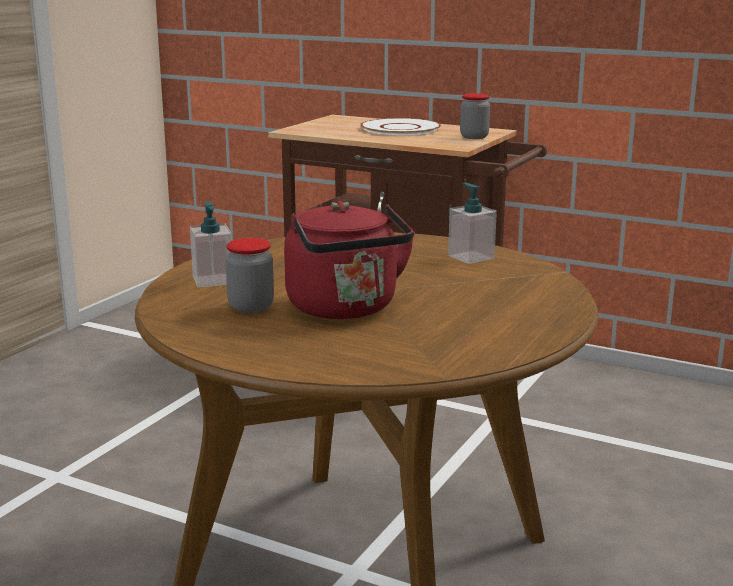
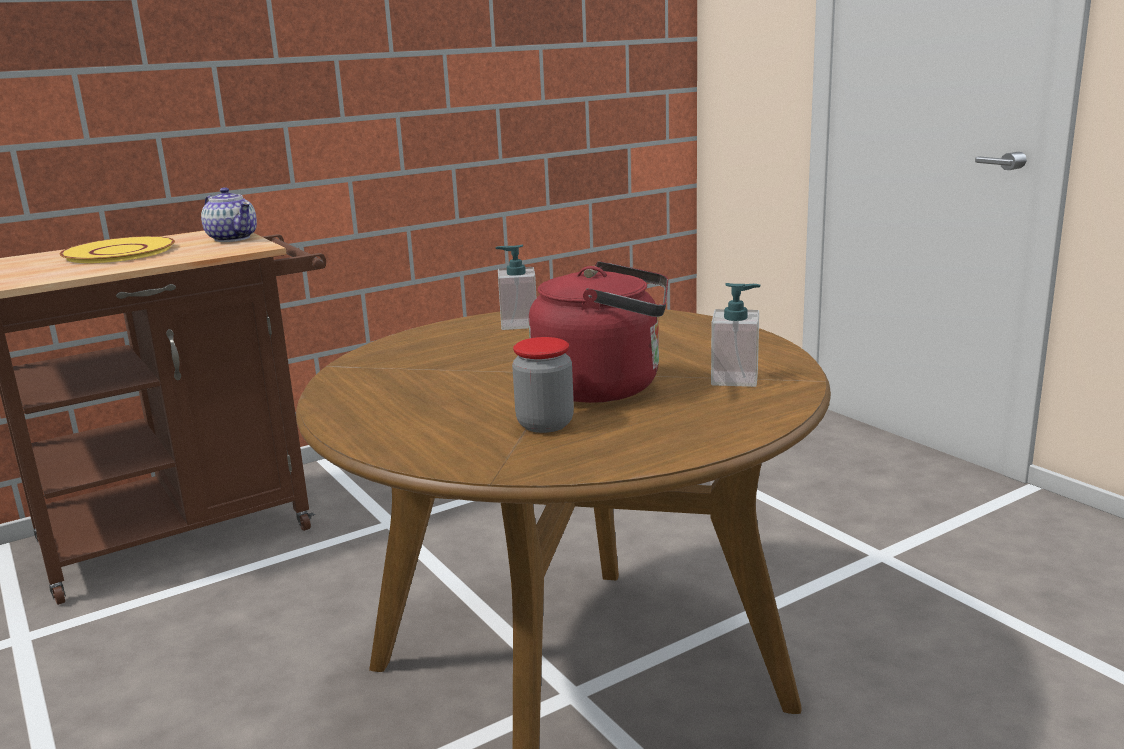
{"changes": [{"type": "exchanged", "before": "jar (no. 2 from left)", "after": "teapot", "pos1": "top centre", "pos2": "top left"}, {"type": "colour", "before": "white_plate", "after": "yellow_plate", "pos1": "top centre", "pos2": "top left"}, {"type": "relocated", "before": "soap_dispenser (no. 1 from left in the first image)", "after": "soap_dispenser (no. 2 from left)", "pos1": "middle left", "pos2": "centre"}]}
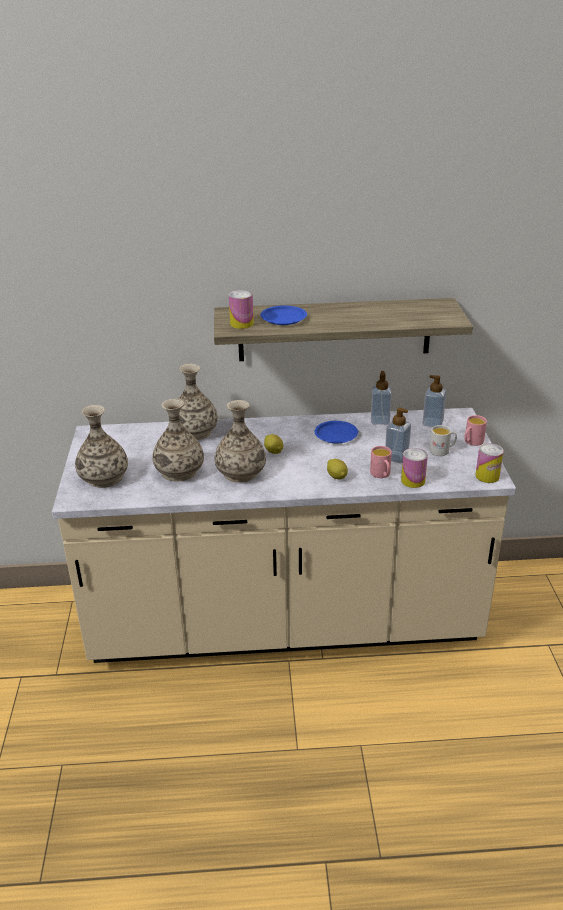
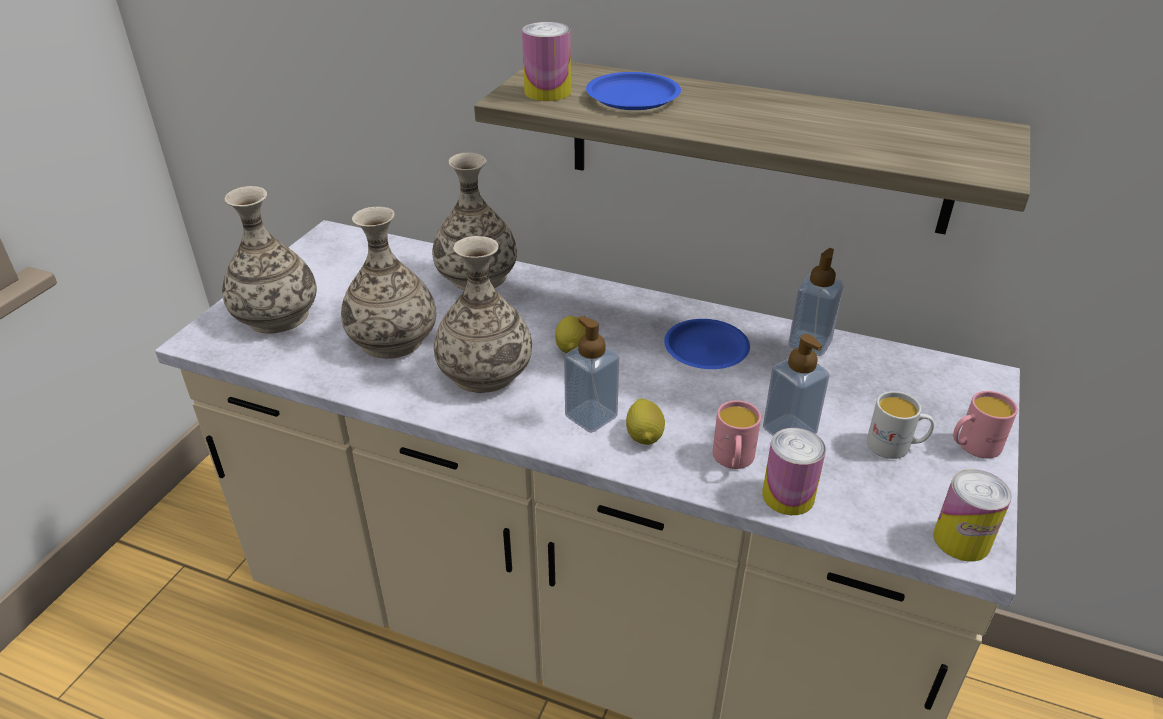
{"changes": [{"type": "relocated", "before": "soap_dispenser (no. 3 from left in the first image)", "after": "soap_dispenser (no. 1 from left)", "pos1": "middle right", "pos2": "centre"}]}
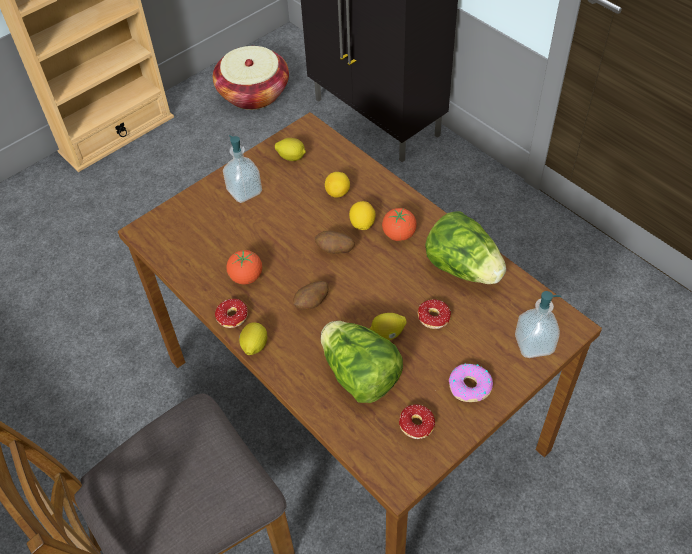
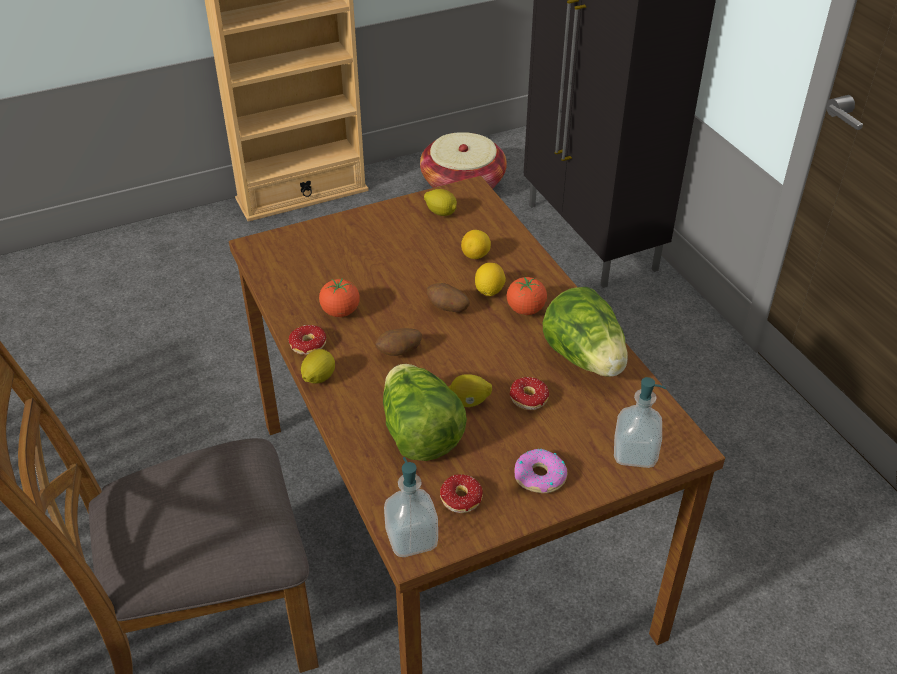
{"changes": [{"type": "relocated", "before": "soap_dispenser (no. 1 from left)", "pos1": "top centre", "pos2": "bottom centre"}]}
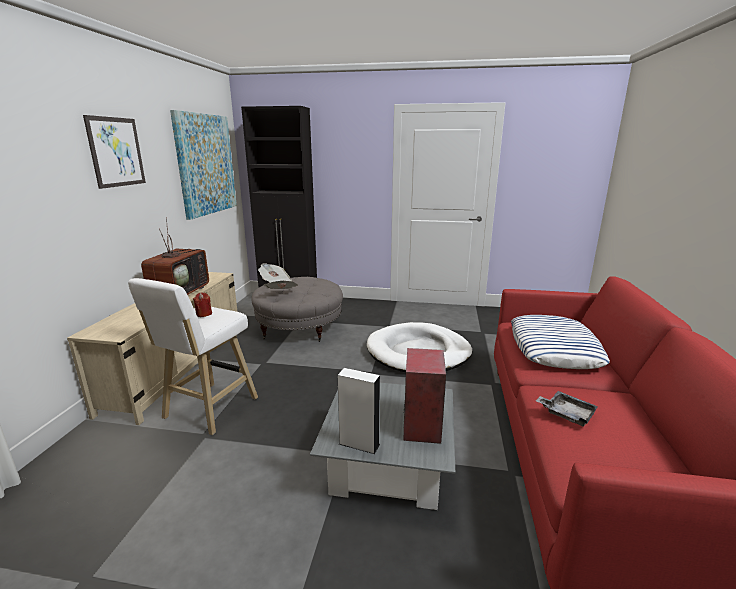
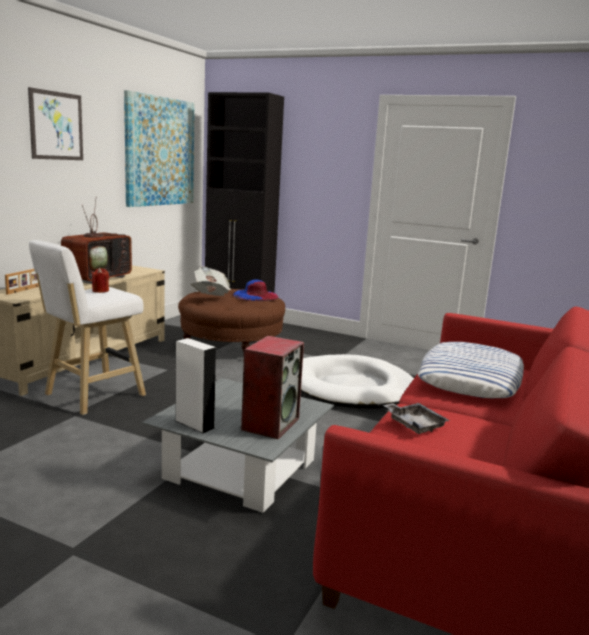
{"changes": [{"type": "colour", "before": "grey_ottoman", "after": "brown_ottoman", "pos1": "centre", "pos2": "centre"}, {"type": "appeared", "after": "picture_frame", "pos2": "middle left"}, {"type": "appeared", "after": "blue_hat", "pos2": "centre"}]}
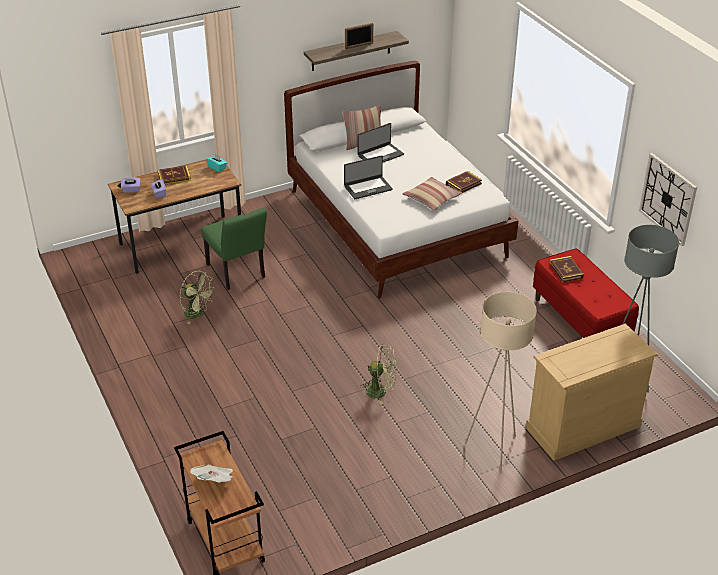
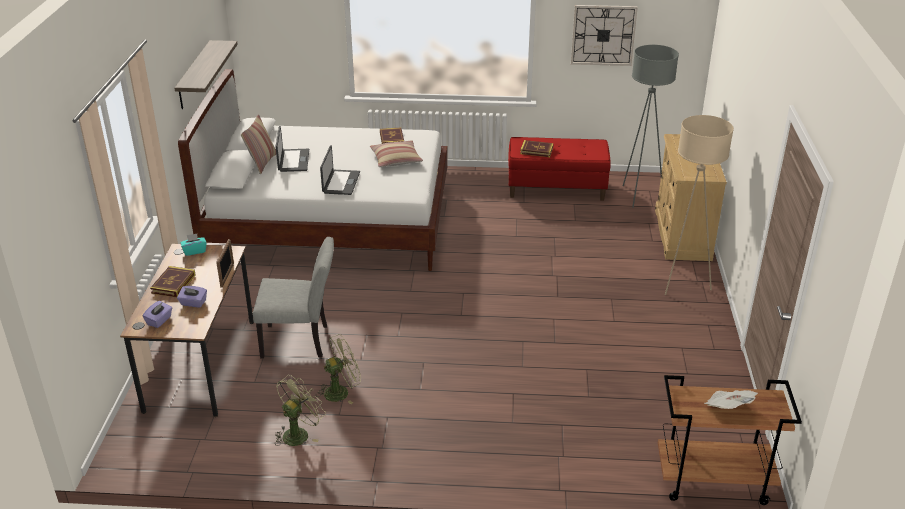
{"changes": [{"type": "relocated", "before": "picture_frame", "pos1": "top centre", "pos2": "middle left"}, {"type": "colour", "before": "green_chair", "after": "grey_chair", "pos1": "middle left", "pos2": "middle left"}, {"type": "relocated", "before": "green_fan (no. 2 from left in the first image)", "after": "green_fan (no. 1 from left)", "pos1": "centre", "pos2": "bottom left"}]}
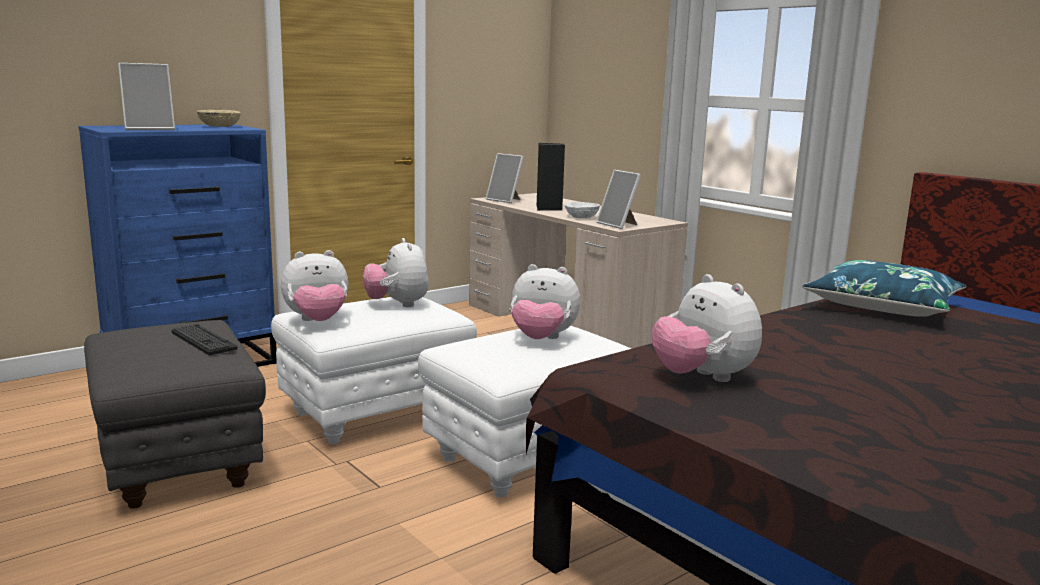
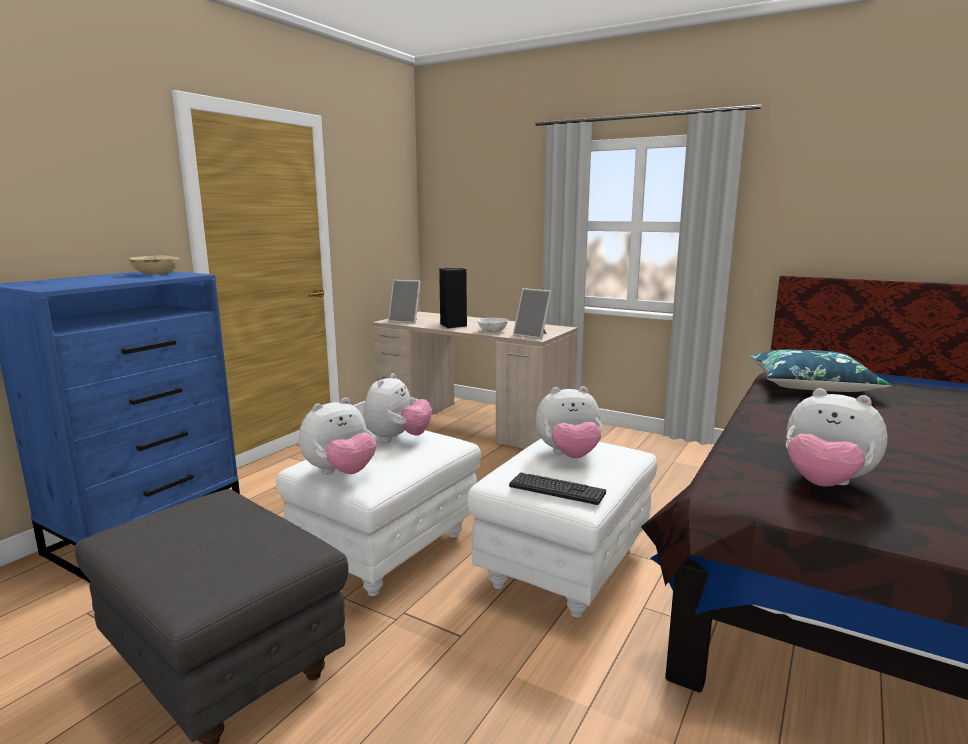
{"changes": [{"type": "missing", "before": "picture_frame (no. 1 from left)", "pos1": "top left"}, {"type": "spun", "before": "plush_toy (no. 2 from left)", "pos1": "centre", "pos2": "centre", "turn": -120}, {"type": "relocated", "before": "keyboard", "pos1": "middle left", "pos2": "centre"}]}
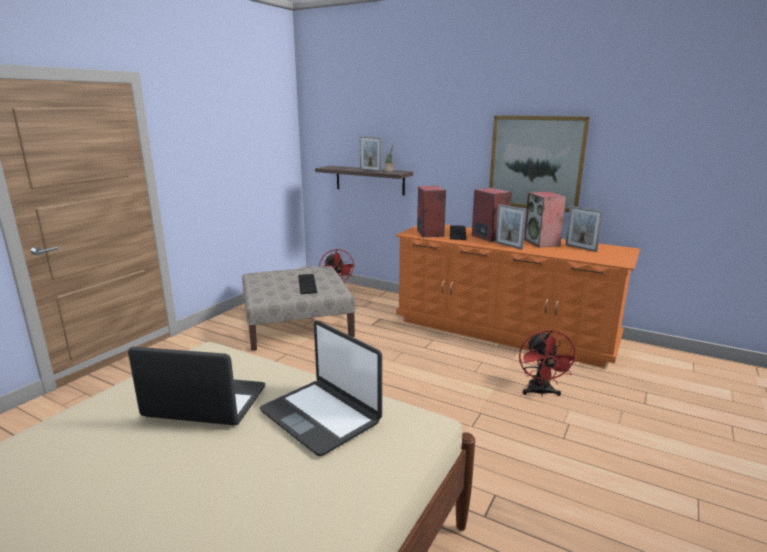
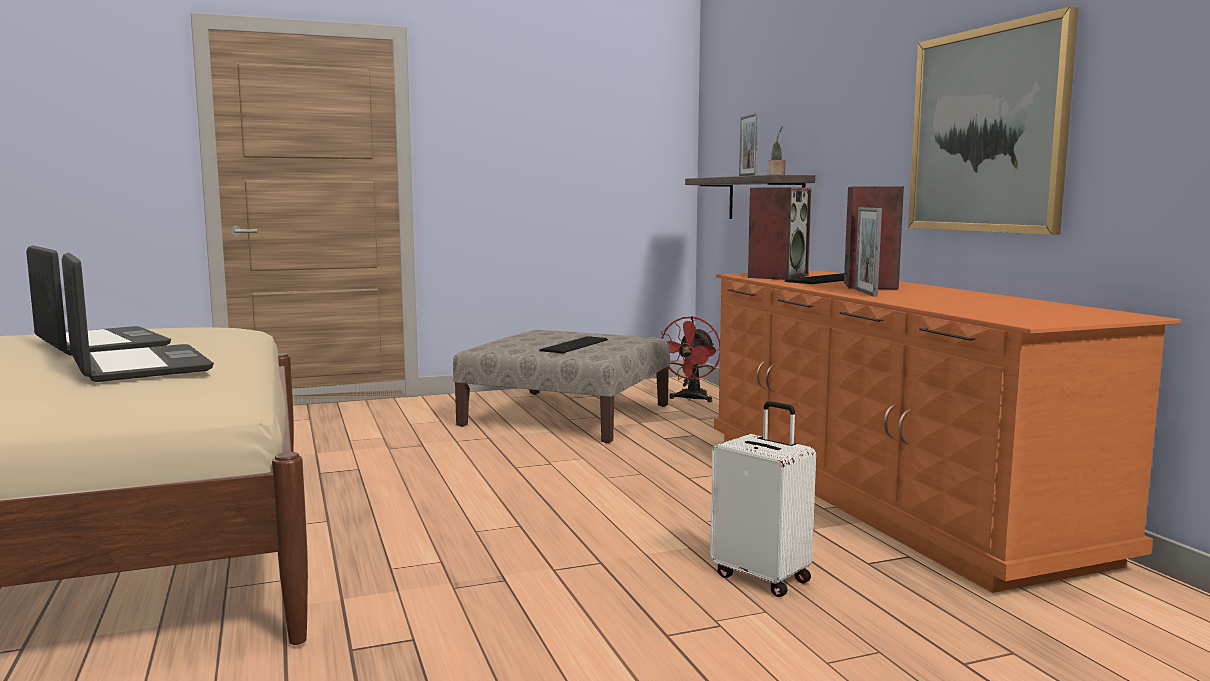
{"changes": [{"type": "missing", "before": "speaker (no. 3 from left)", "pos1": "middle right"}, {"type": "missing", "before": "picture_frame (no. 3 from left)", "pos1": "middle right"}, {"type": "spun", "before": "laptop (no. 2 from left)", "pos1": "bottom centre", "pos2": "middle left", "turn": 150}, {"type": "exchanged", "before": "red_fan (no. 2 from left)", "after": "white_suitcase", "pos1": "middle right", "pos2": "bottom centre"}]}
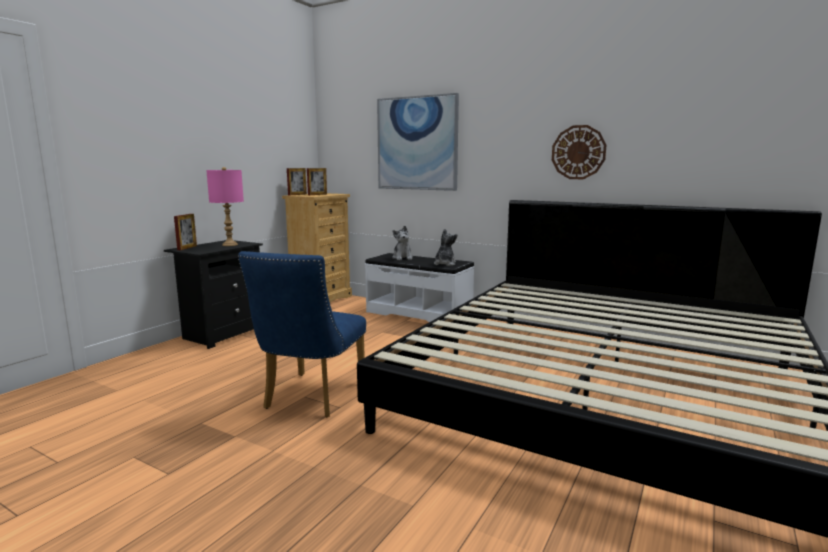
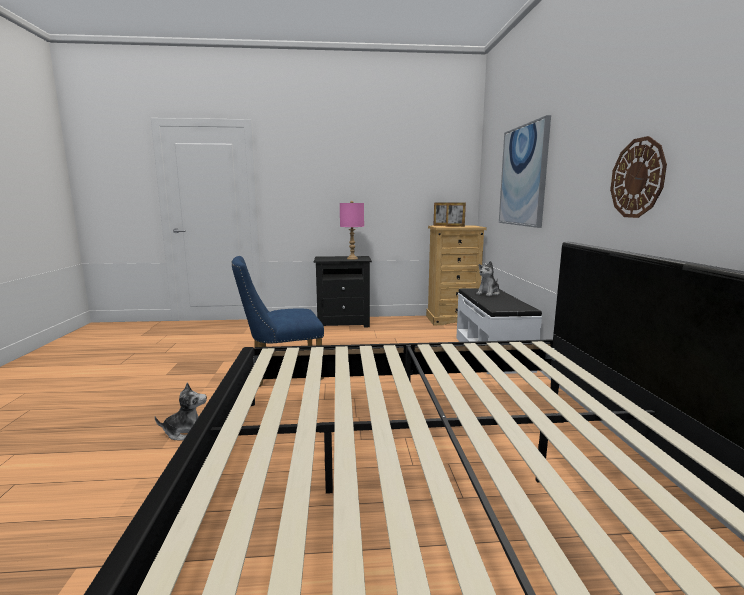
{"changes": [{"type": "missing", "before": "picture_frame (no. 1 from left)", "pos1": "middle left"}, {"type": "relocated", "before": "plush_toy (no. 2 from left in the first image)", "after": "plush_toy (no. 1 from left)", "pos1": "centre", "pos2": "bottom left"}]}
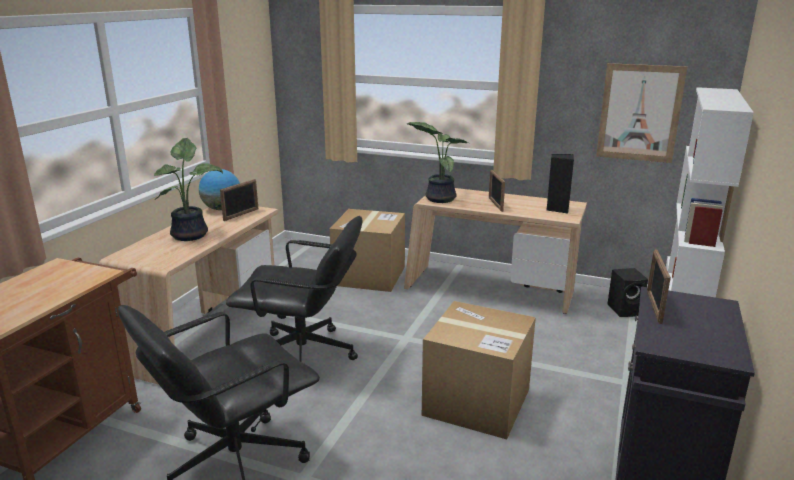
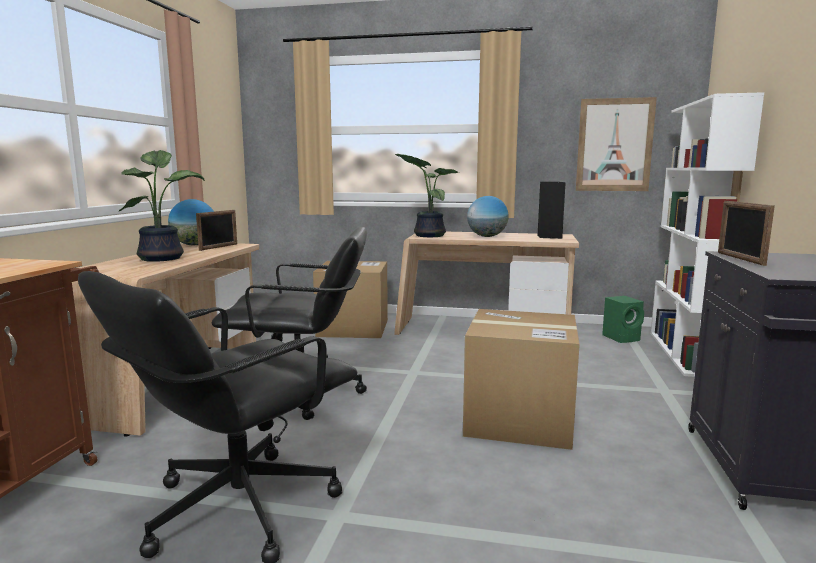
{"changes": [{"type": "exchanged", "before": "picture_frame (no. 2 from left)", "after": "globe (no. 2 from left)", "pos1": "centre", "pos2": "centre"}, {"type": "colour", "before": "black_speaker (no. 2 from left)", "after": "green_speaker", "pos1": "middle right", "pos2": "middle right"}]}
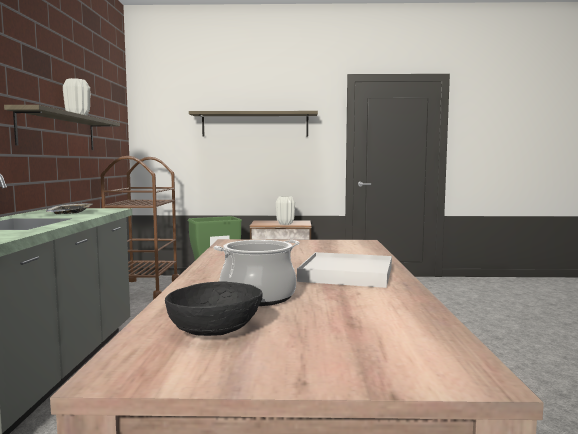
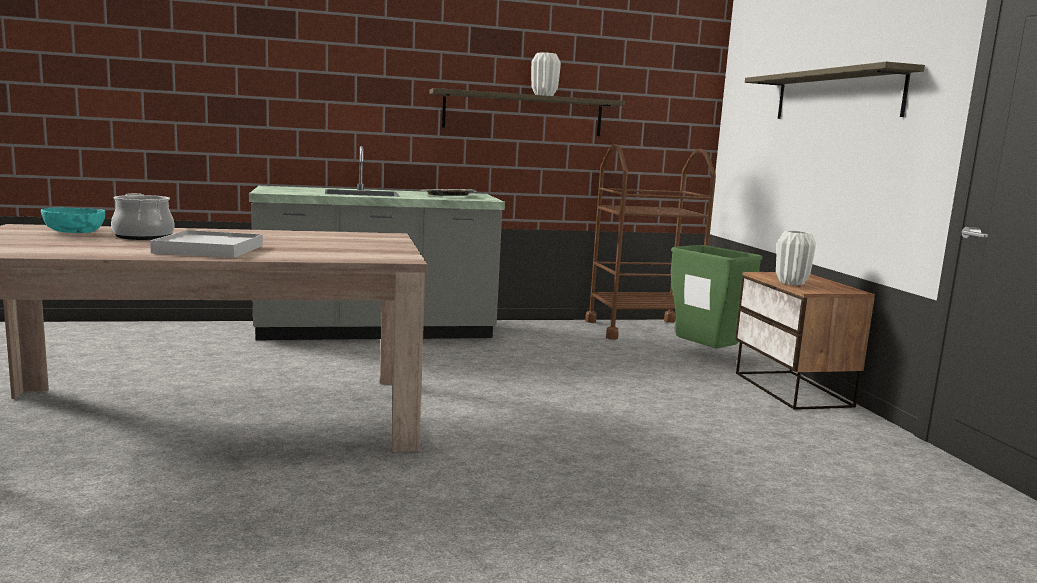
{"changes": [{"type": "colour", "before": "black_bowl", "after": "turquoise_bowl", "pos1": "bottom centre", "pos2": "middle left"}]}
